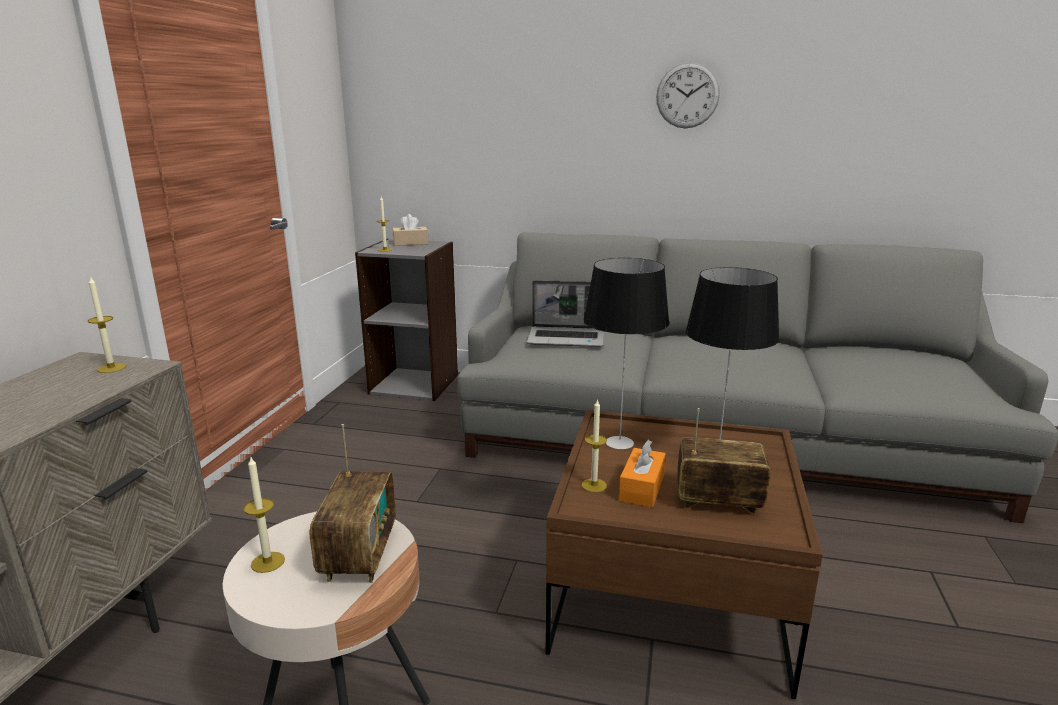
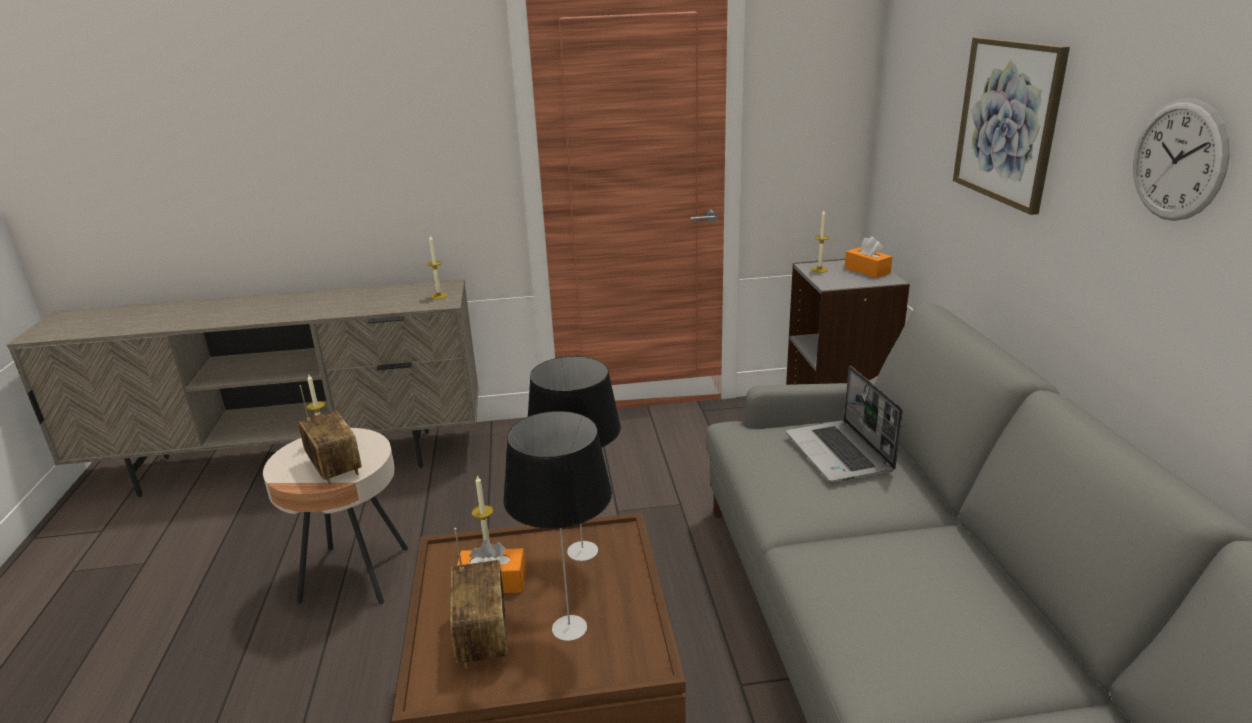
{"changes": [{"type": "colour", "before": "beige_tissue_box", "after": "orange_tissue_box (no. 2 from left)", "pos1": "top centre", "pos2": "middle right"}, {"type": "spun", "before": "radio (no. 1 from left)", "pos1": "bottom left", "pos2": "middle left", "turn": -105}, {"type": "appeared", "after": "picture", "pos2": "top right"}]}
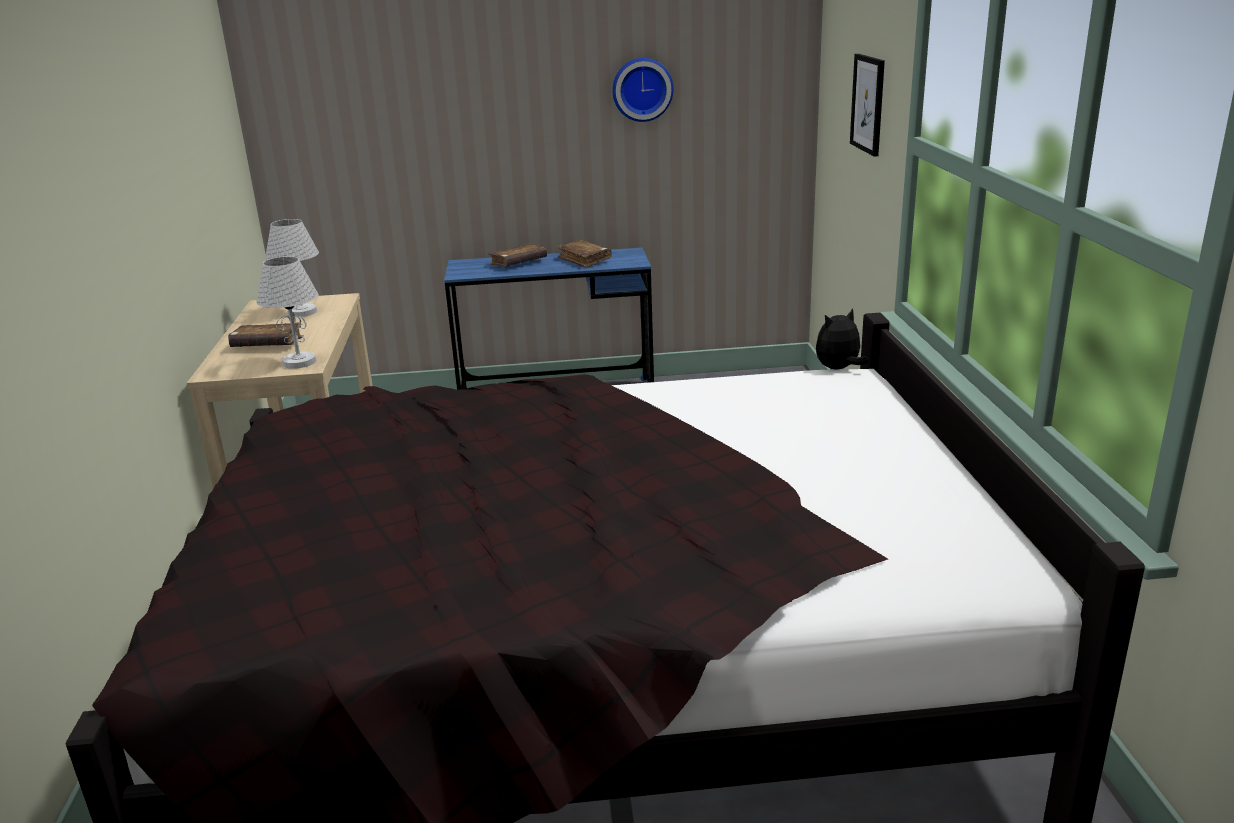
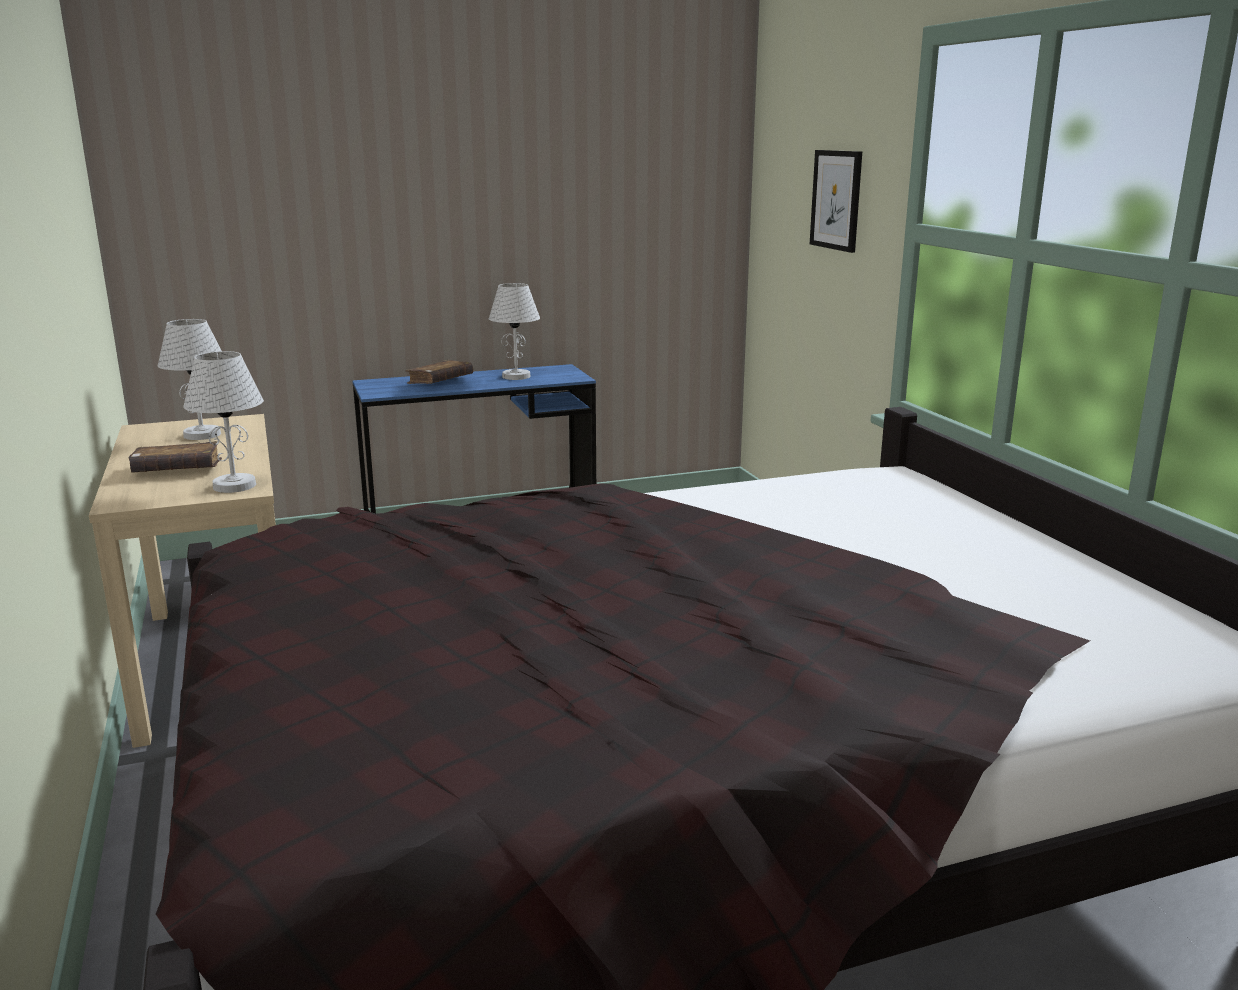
{"changes": [{"type": "missing", "before": "wall_clock", "pos1": "top centre"}, {"type": "exchanged", "before": "brown_book (no. 3 from left)", "after": "white_table_lamp (no. 3 from left)", "pos1": "top centre", "pos2": "centre"}, {"type": "missing", "before": "plush_toy", "pos1": "middle right"}]}
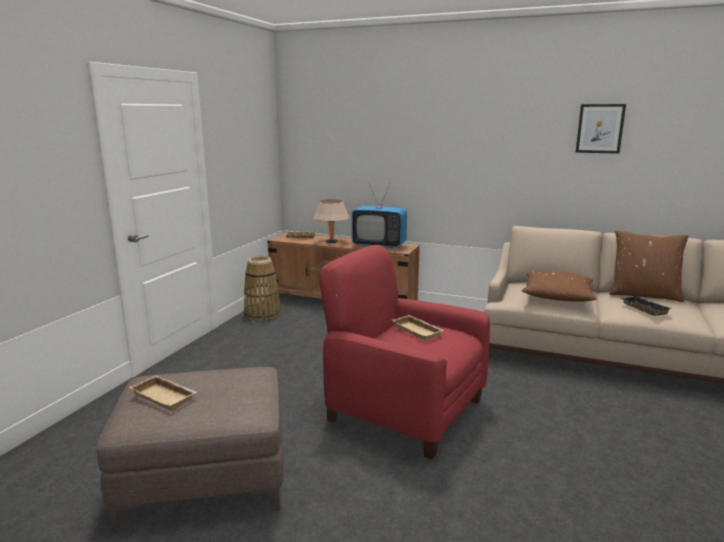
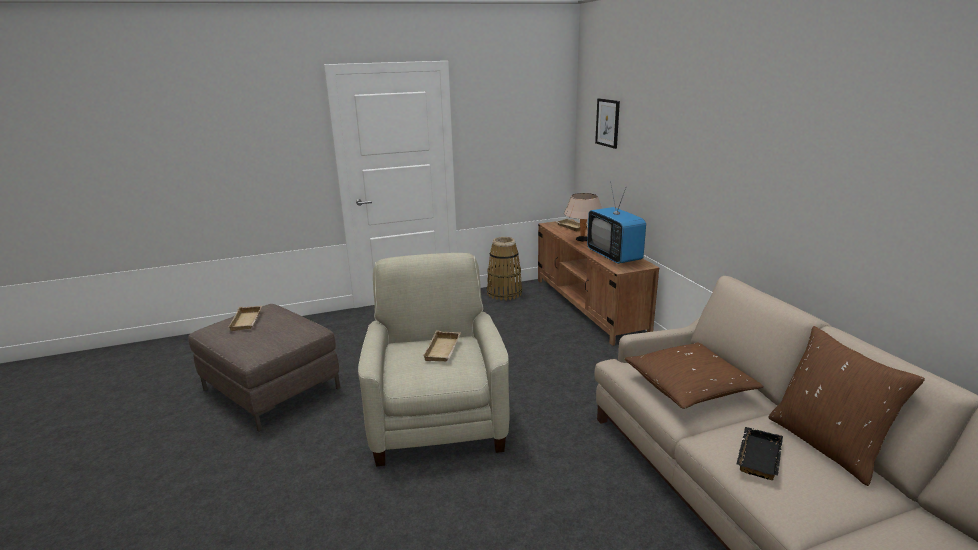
{"changes": [{"type": "relocated", "before": "picture", "pos1": "top right", "pos2": "top centre"}, {"type": "colour", "before": "red_armchair", "after": "beige_armchair", "pos1": "centre", "pos2": "centre"}]}
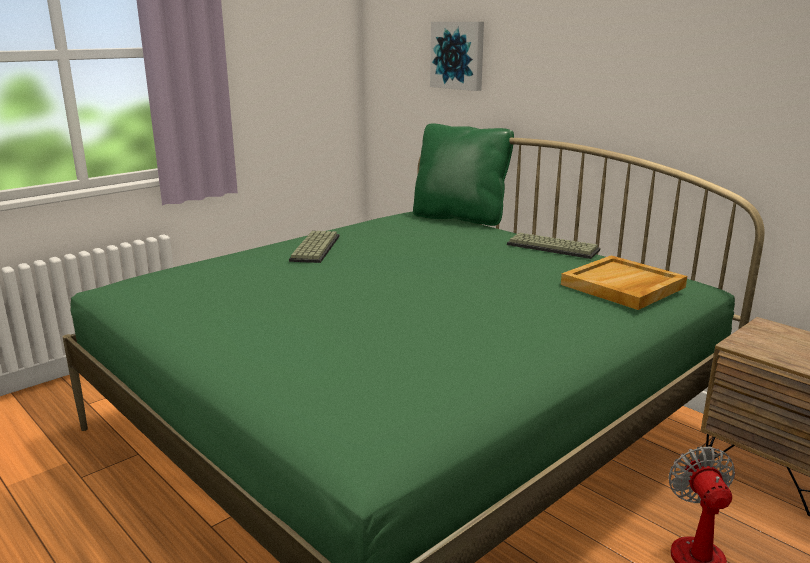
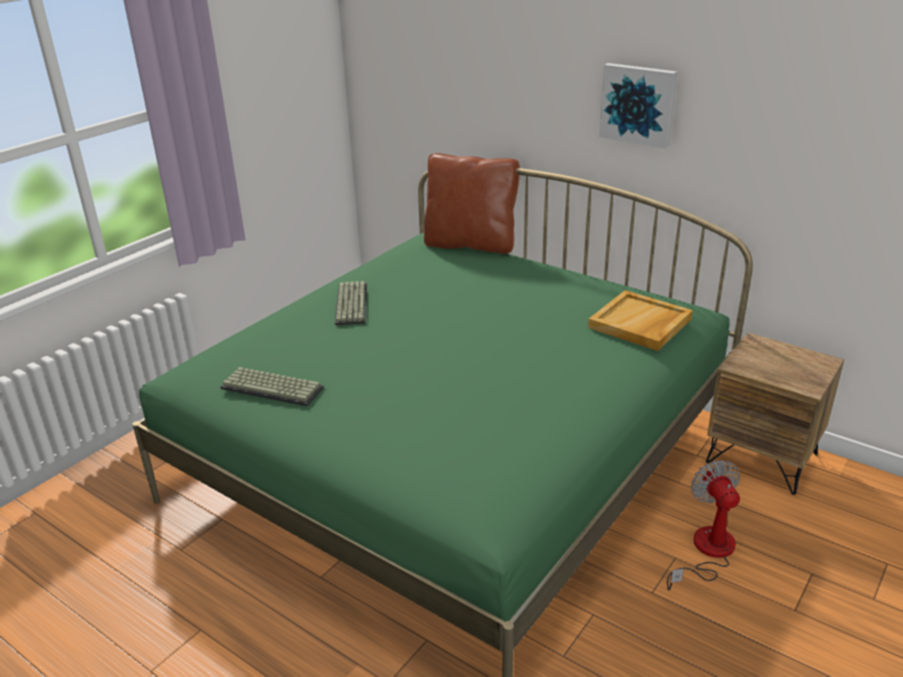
{"changes": [{"type": "relocated", "before": "picture", "pos1": "top centre", "pos2": "top right"}, {"type": "colour", "before": "green_pillow", "after": "brown_pillow", "pos1": "top centre", "pos2": "top centre"}, {"type": "relocated", "before": "keyboard (no. 2 from left in the first image)", "after": "keyboard (no. 1 from left)", "pos1": "middle right", "pos2": "middle left"}]}
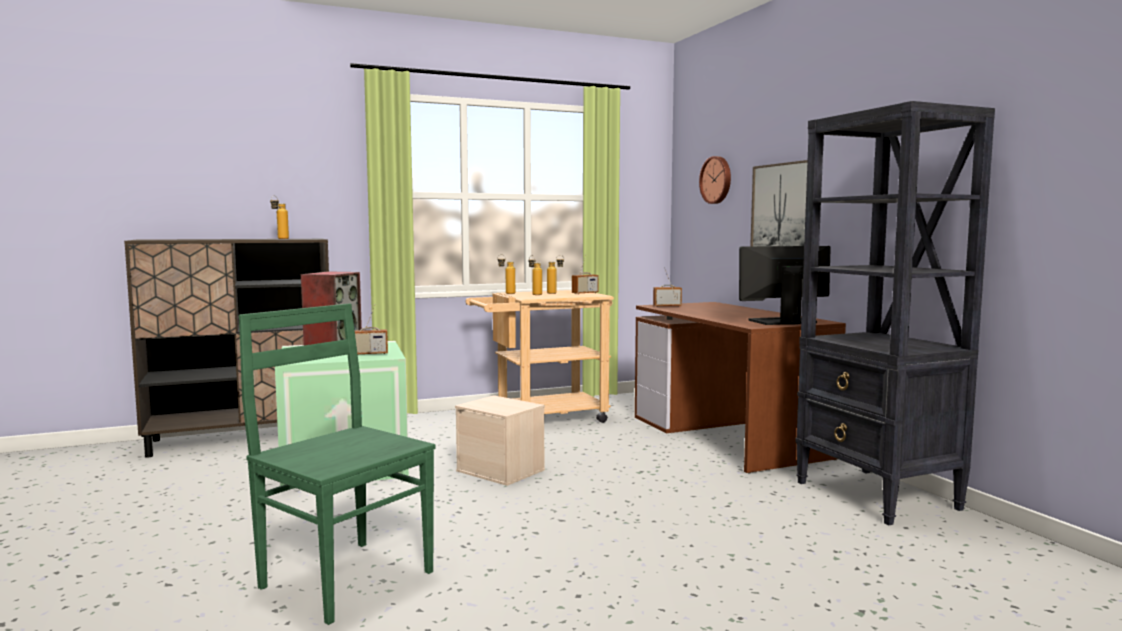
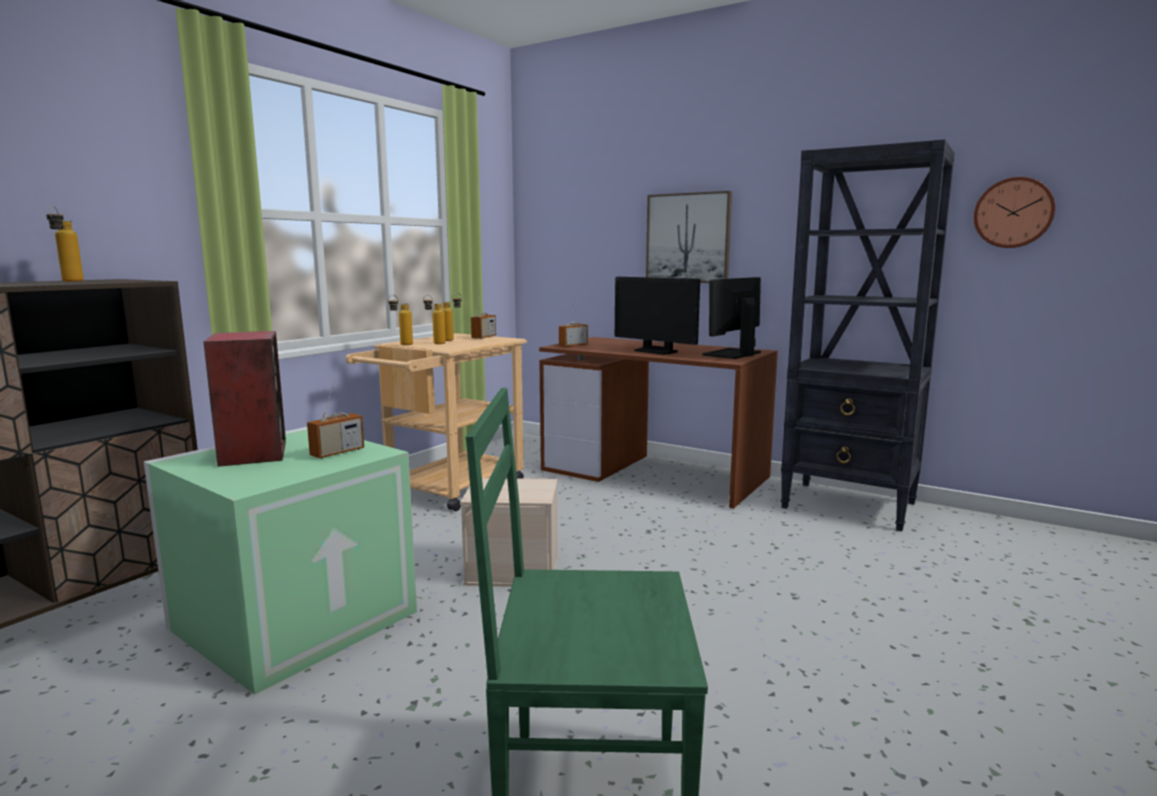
{"changes": [{"type": "relocated", "before": "wall_clock", "pos1": "top centre", "pos2": "top right"}, {"type": "appeared", "after": "monitor (no. 1 from left)", "pos2": "centre"}]}
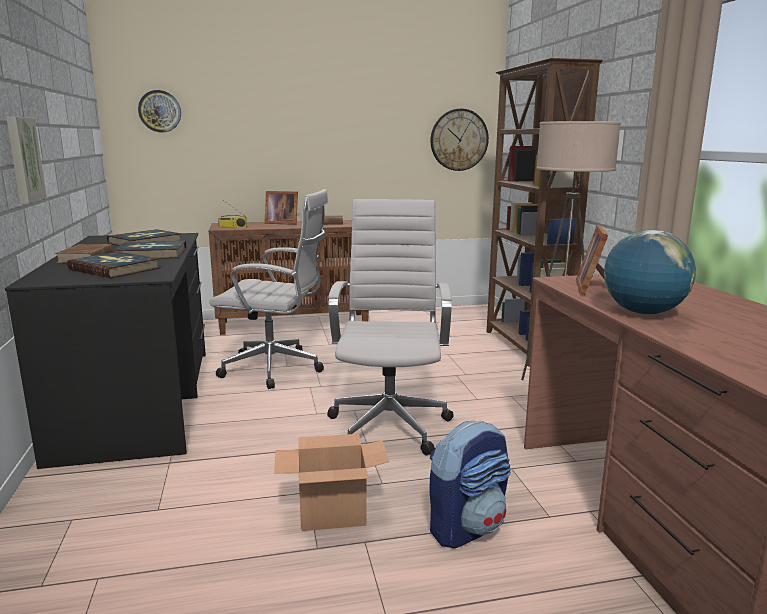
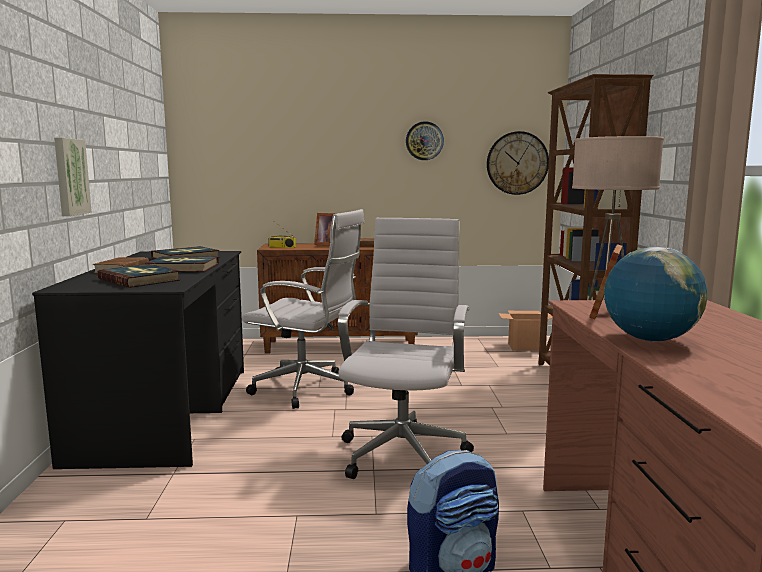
{"changes": [{"type": "relocated", "before": "wall_clock (no. 1 from left)", "pos1": "top left", "pos2": "top centre"}, {"type": "relocated", "before": "cardboard_box", "pos1": "bottom centre", "pos2": "middle right"}]}
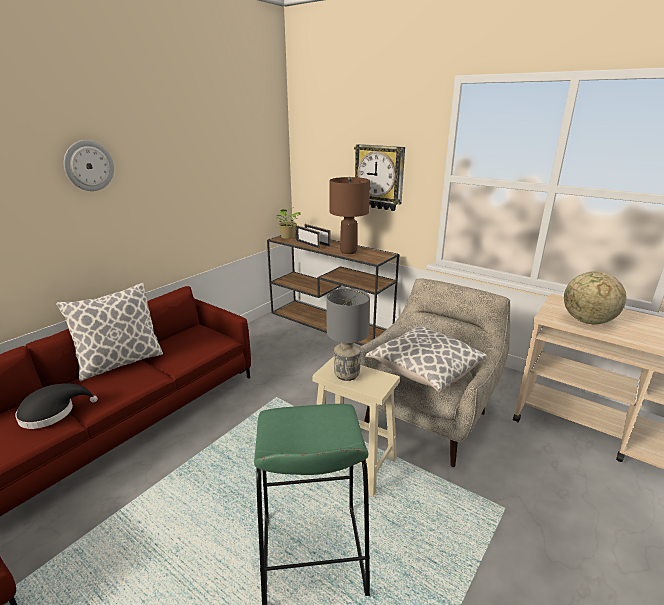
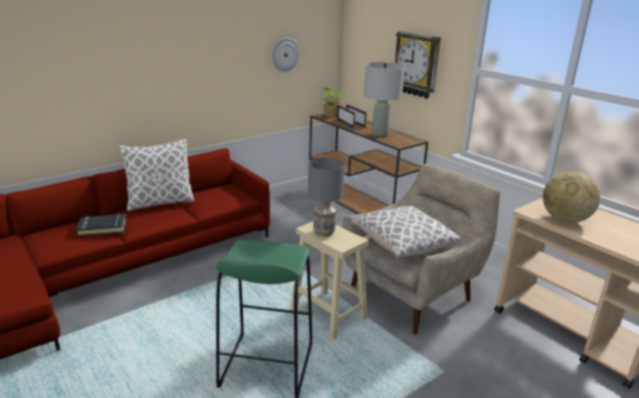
{"changes": [{"type": "relocated", "before": "wall_clock (no. 1 from left)", "pos1": "top left", "pos2": "top centre"}, {"type": "colour", "before": "brown_table_lamp", "after": "grey_table_lamp (no. 2 from left)", "pos1": "centre", "pos2": "top centre"}, {"type": "exchanged", "before": "black_hat", "after": "black_book", "pos1": "bottom left", "pos2": "middle left"}]}
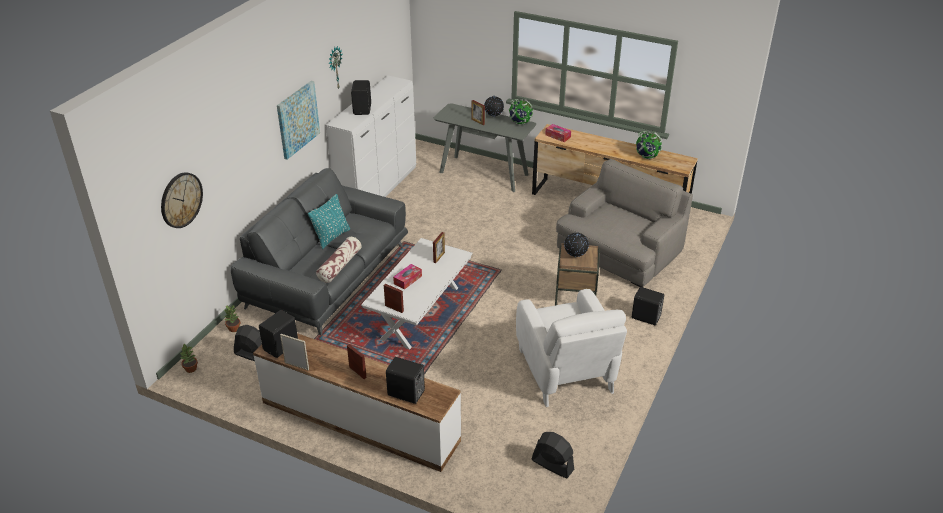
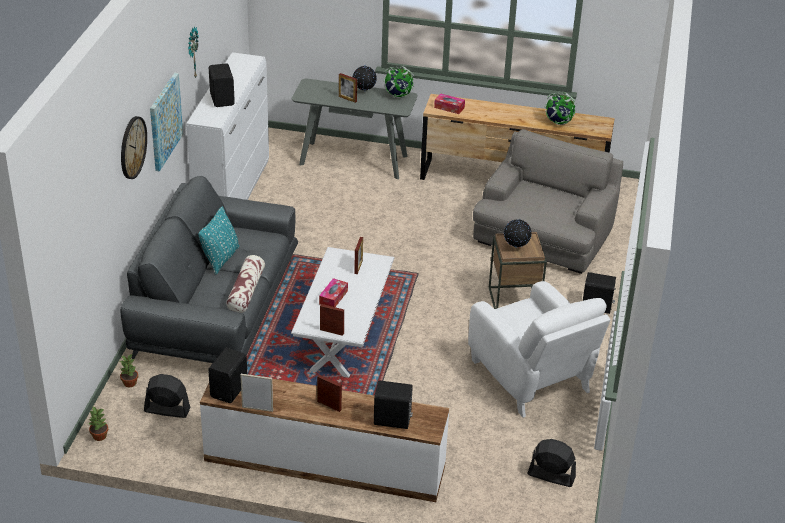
{"changes": [{"type": "relocated", "before": "wall_clock (no. 1 from left)", "pos1": "middle left", "pos2": "top left"}]}
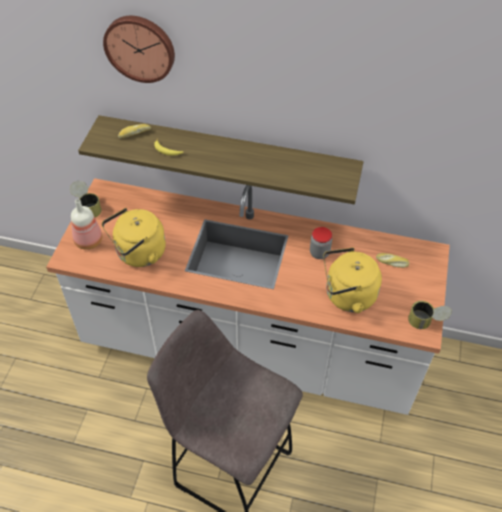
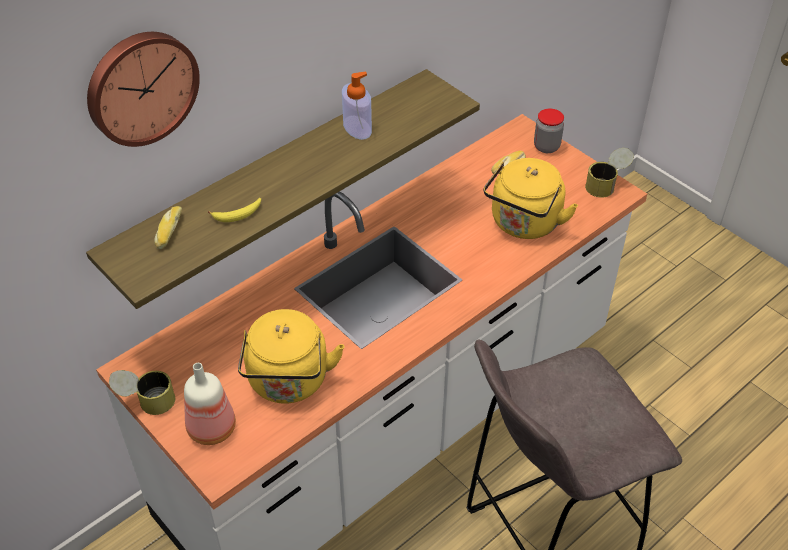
{"changes": [{"type": "relocated", "before": "jar", "pos1": "centre", "pos2": "top right"}, {"type": "appeared", "after": "soap_dispenser", "pos2": "top centre"}]}
